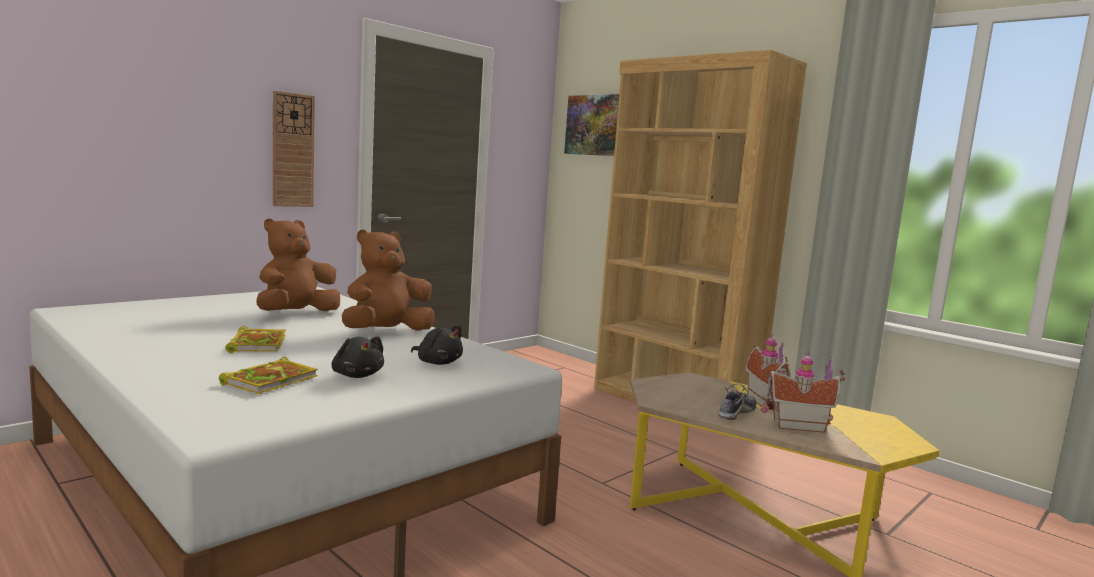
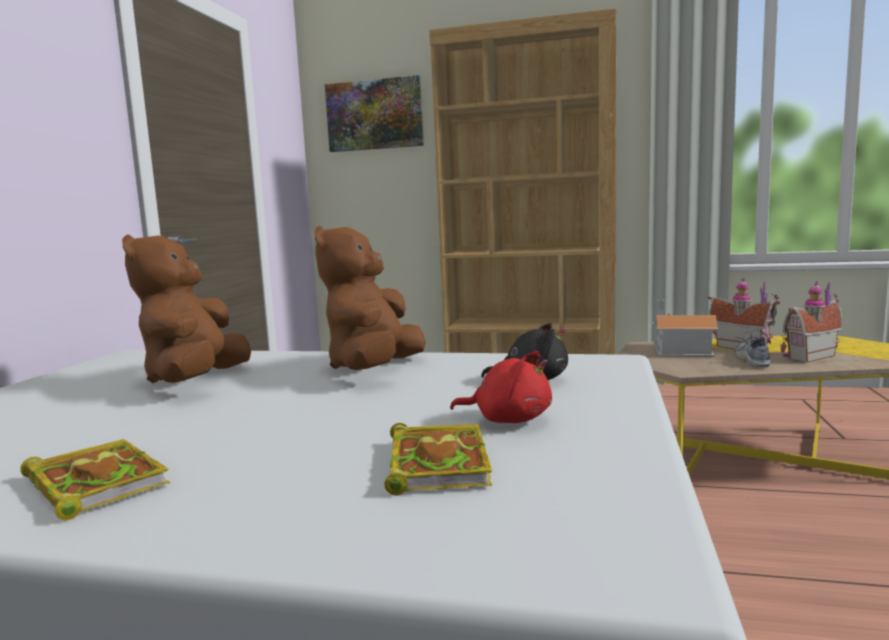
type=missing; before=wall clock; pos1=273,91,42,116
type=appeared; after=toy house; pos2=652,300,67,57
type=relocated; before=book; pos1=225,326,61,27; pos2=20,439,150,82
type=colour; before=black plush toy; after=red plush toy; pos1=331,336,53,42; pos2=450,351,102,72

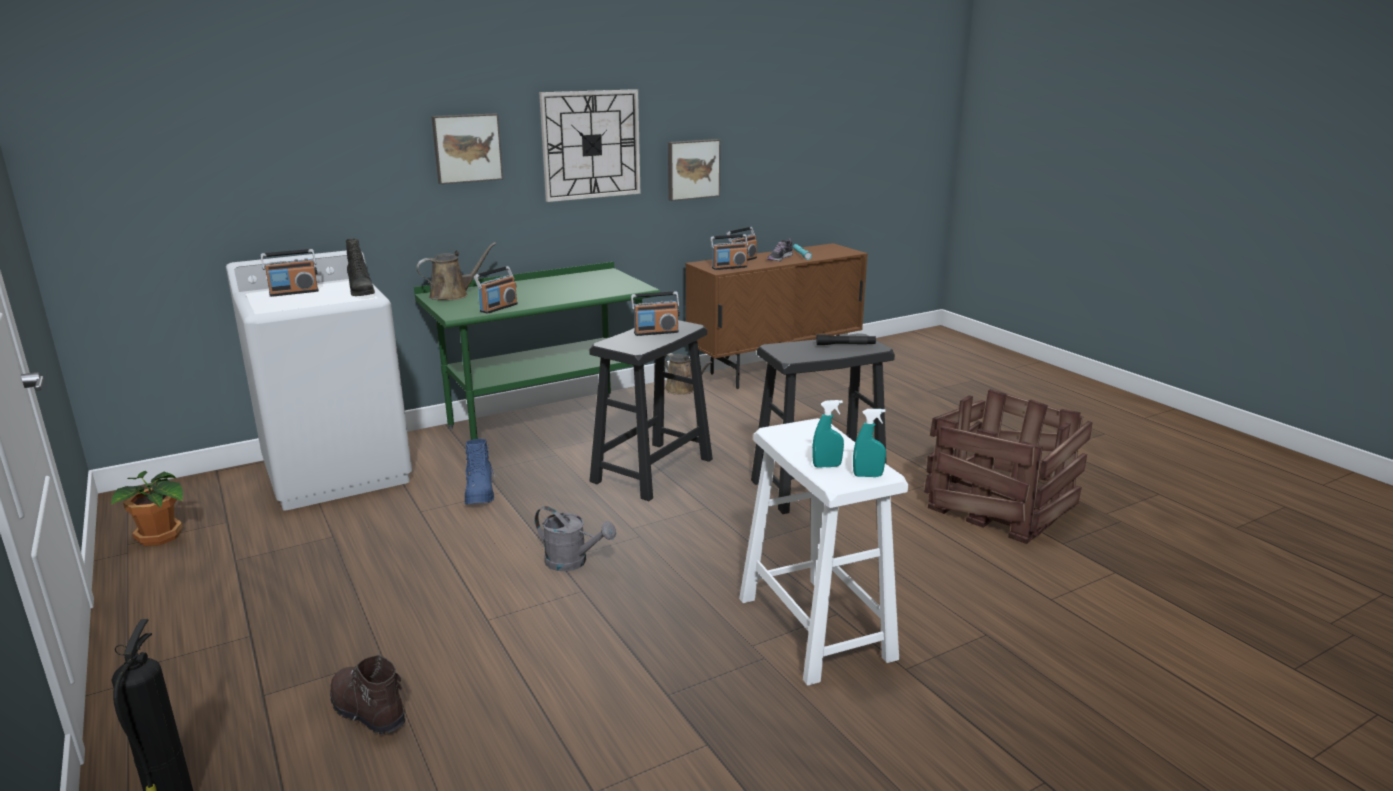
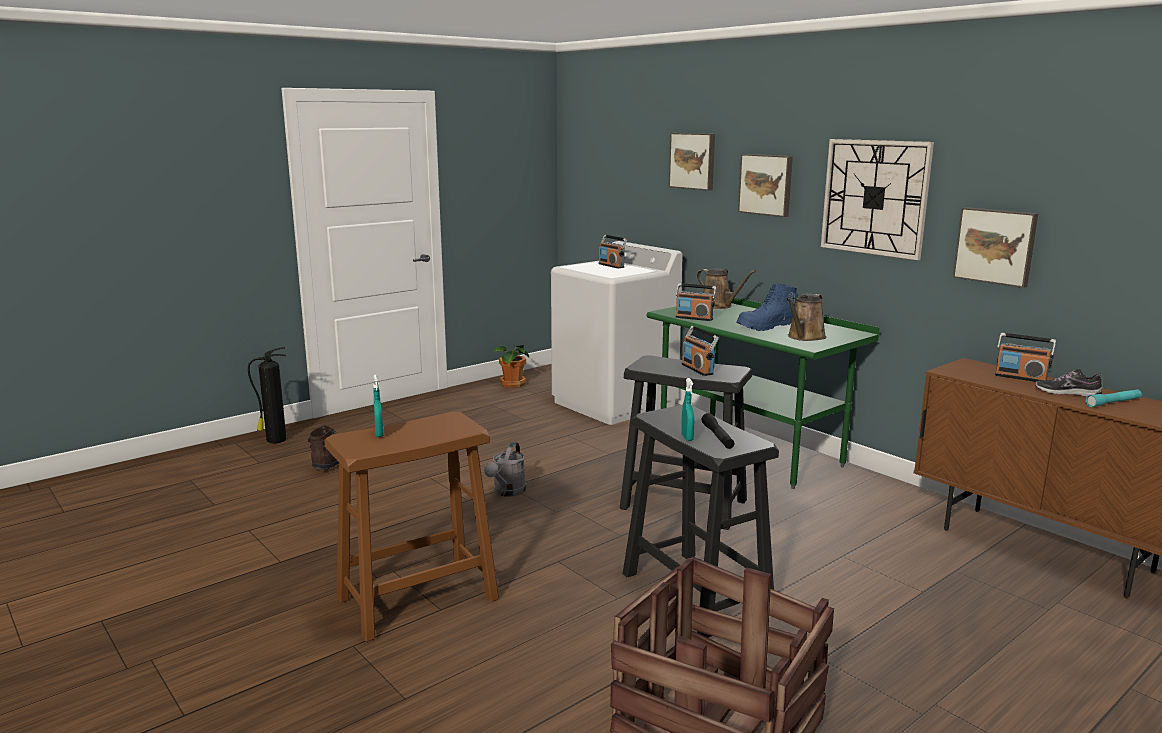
type=missing; before=black boot; pos1=346,239,29,57
type=missing; before=radio; pos1=710,234,39,36
type=appeared; after=picture; pos2=669,133,46,58
type=relocated; before=blue boot; pos1=465,439,30,65; pos2=736,283,62,48
type=relocated; before=brown watering can; pos1=665,353,47,42; pos2=786,294,40,47
type=relocated; before=turquoise spray bottle; pos1=853,409,33,68; pos2=681,378,13,63
type=colour; before=white stool; after=brown stool; pos1=739,418,169,268; pos2=324,412,175,230

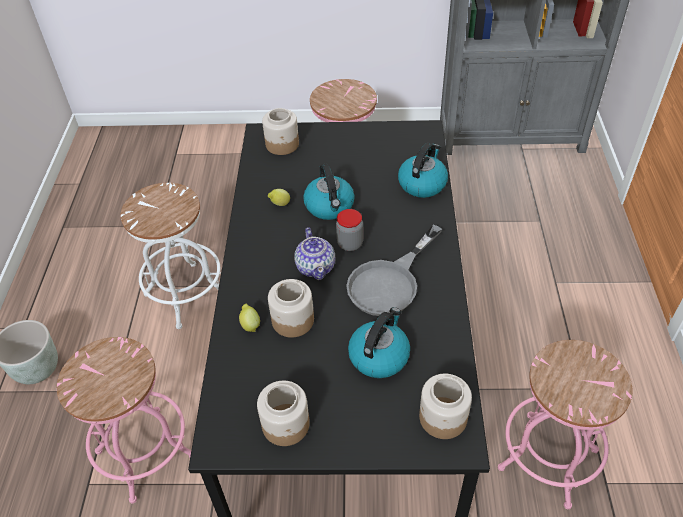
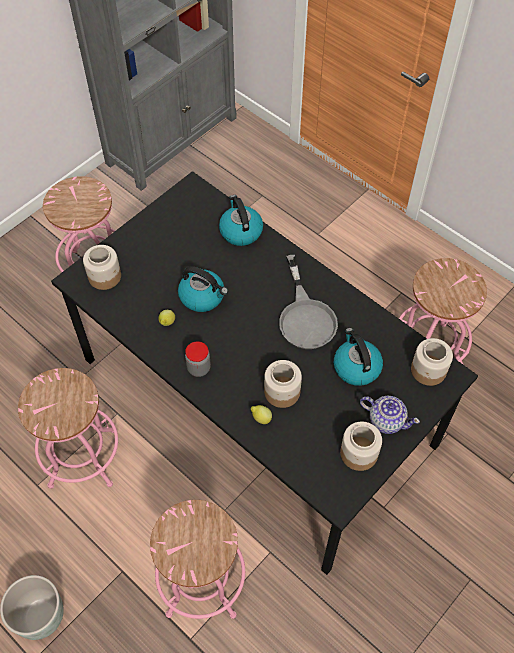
type=relocated; before=teapot; pos1=295,227,40,53; pos2=360,396,60,38
type=relocated; before=jar; pos1=336,209,27,42; pos2=185,341,26,36
type=colour; before=white stool; after=pink stool; pos1=121,183,100,146; pos2=18,368,100,121

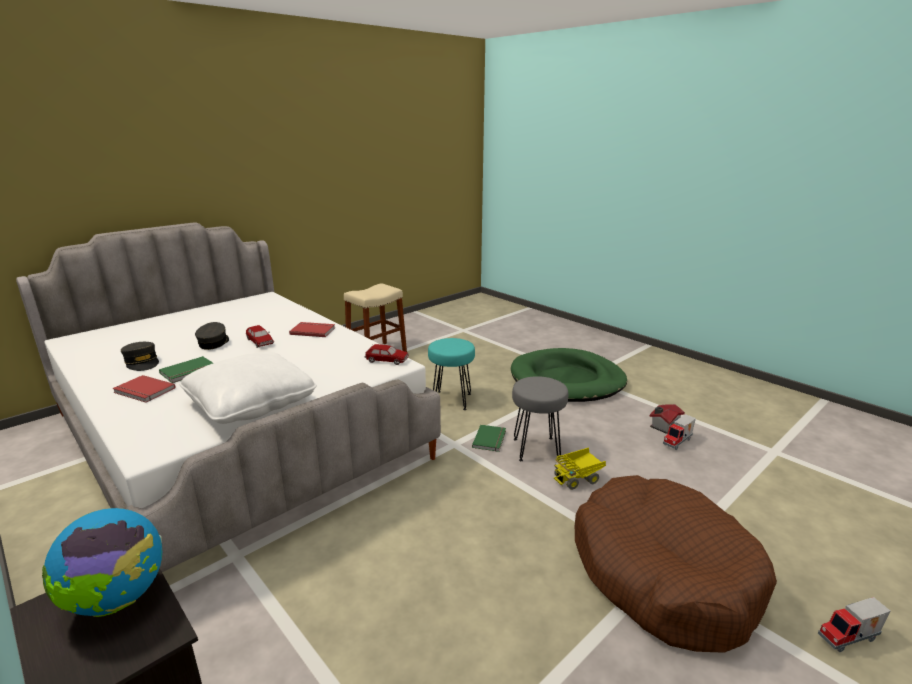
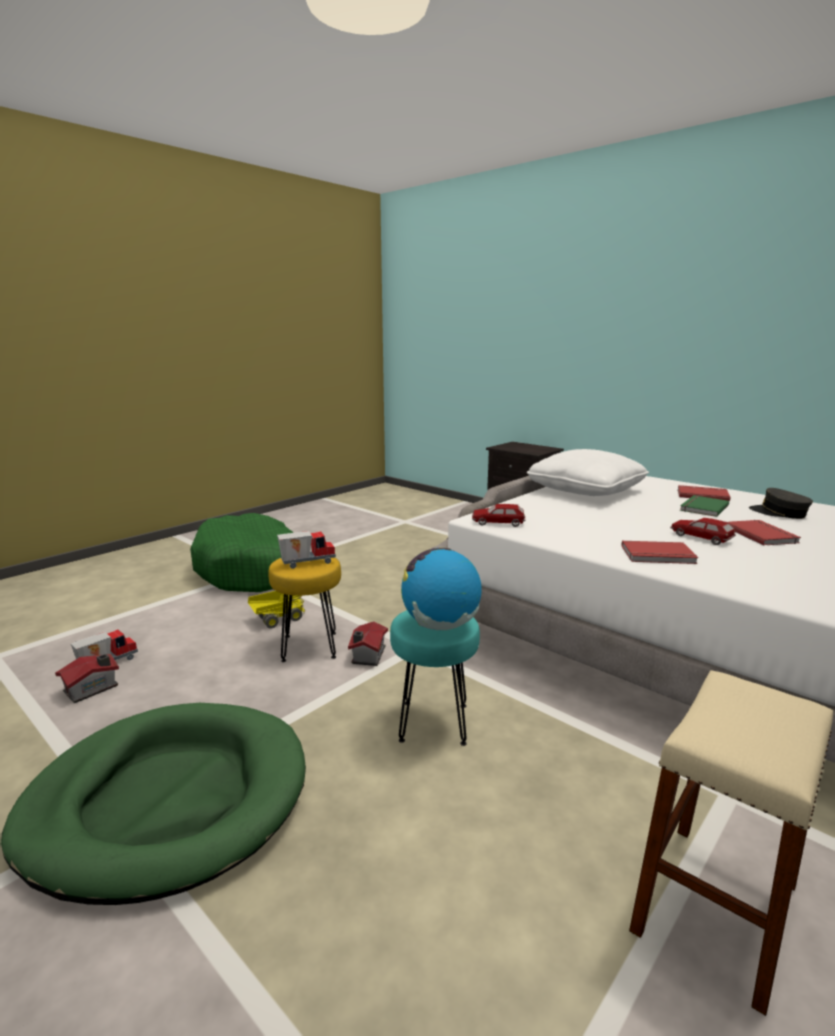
type=relocated; before=globe; pos1=42,508,120,109; pos2=401,548,81,82
type=relocated; before=toy truck; pos1=818,597,73,55; pos2=277,531,59,38
type=exchanged; before=grey cap; after=red book; pos1=195,322,34,28; pos2=727,520,74,25
type=exchanged; before=green book; after=toy house; pos1=472,425,34,27; pos2=348,621,40,45
type=colour; before=grey stool; after=yellow stool; pos1=512,376,56,85; pos2=268,557,73,105
type=colour; before=brown dog bed; after=green dog bed; pos1=575,475,202,178; pos2=190,513,104,79

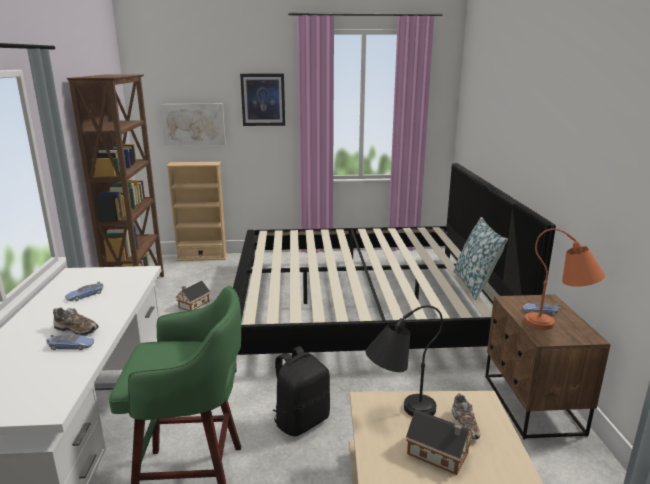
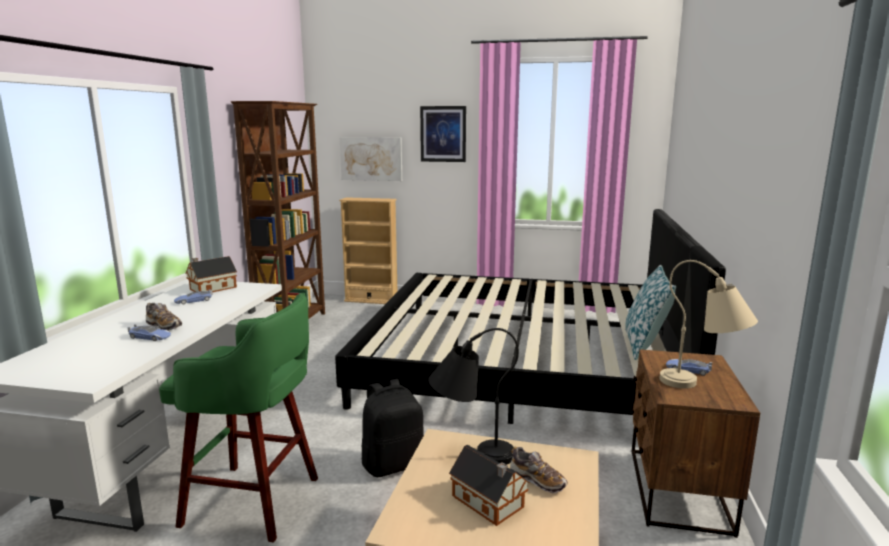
type=relocated; before=toy house; pos1=176,281,34,30; pos2=185,256,52,36
type=colour; before=orange table lamp; after=beige table lamp; pos1=524,228,81,102; pos2=659,260,99,129
type=spun; before=shoe; pos1=452,393,28,47; pos2=510,447,58,46; turn=-60

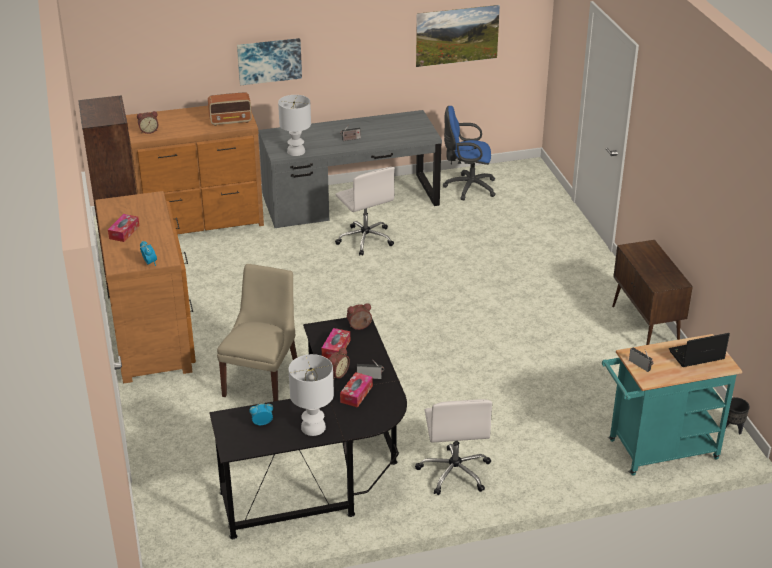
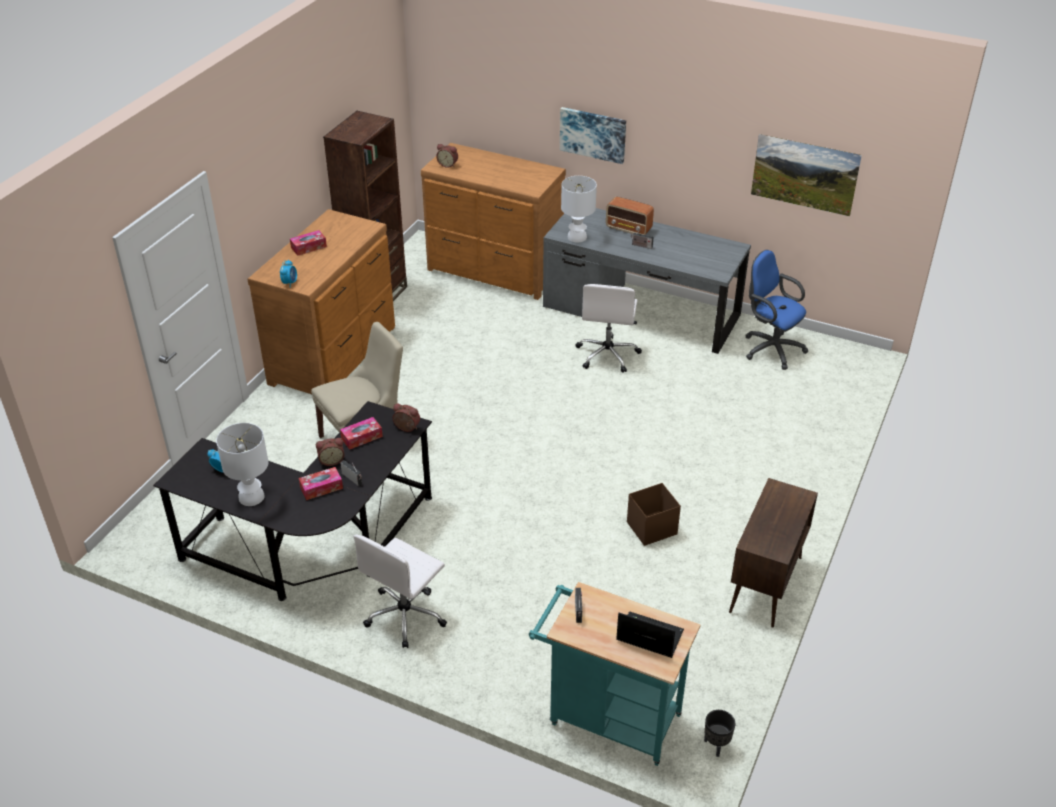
type=appeared; after=brown storage box; pos2=627,483,54,63
type=relocated; before=radio; pos1=208,92,44,34; pos2=606,197,48,38

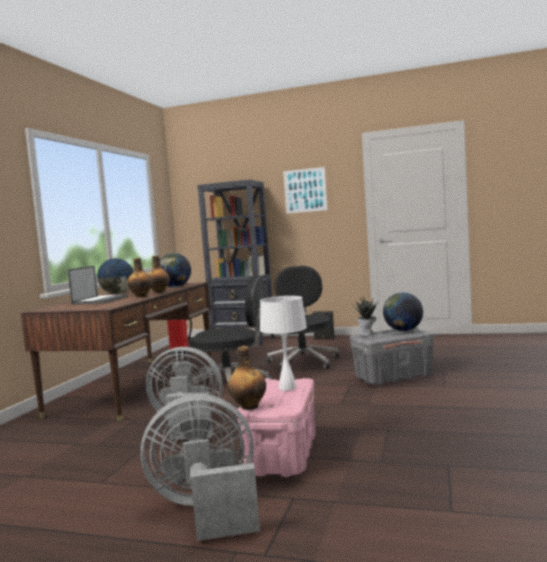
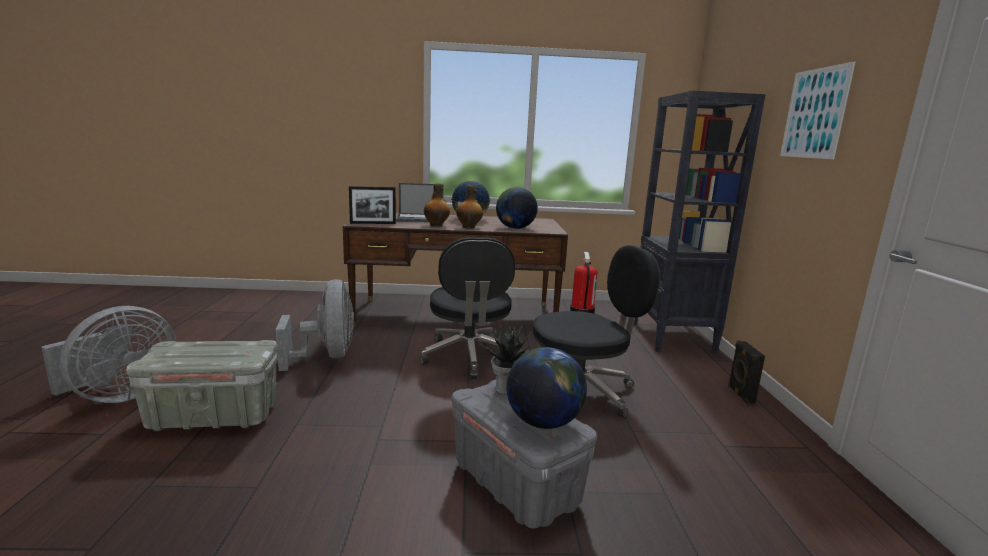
type=missing; before=bottle; pos1=228,346,38,64
type=missing; before=white table lamp; pos1=260,296,47,95
type=appeared; after=picture frame; pos2=349,186,47,38
type=colour; before=pink storage box; after=grey storage box; pos1=236,378,79,99; pos2=126,340,152,91
type=spun; before=grey fan; pos1=141,394,119,147; pos2=41,306,136,97; turn=60

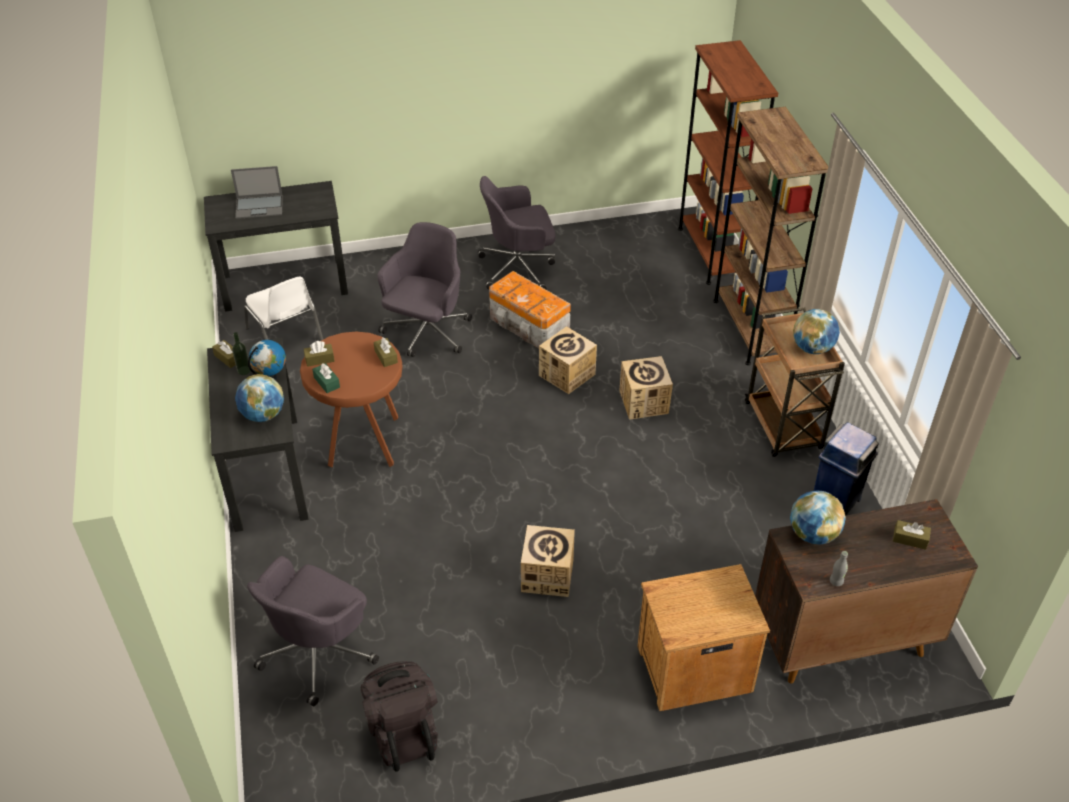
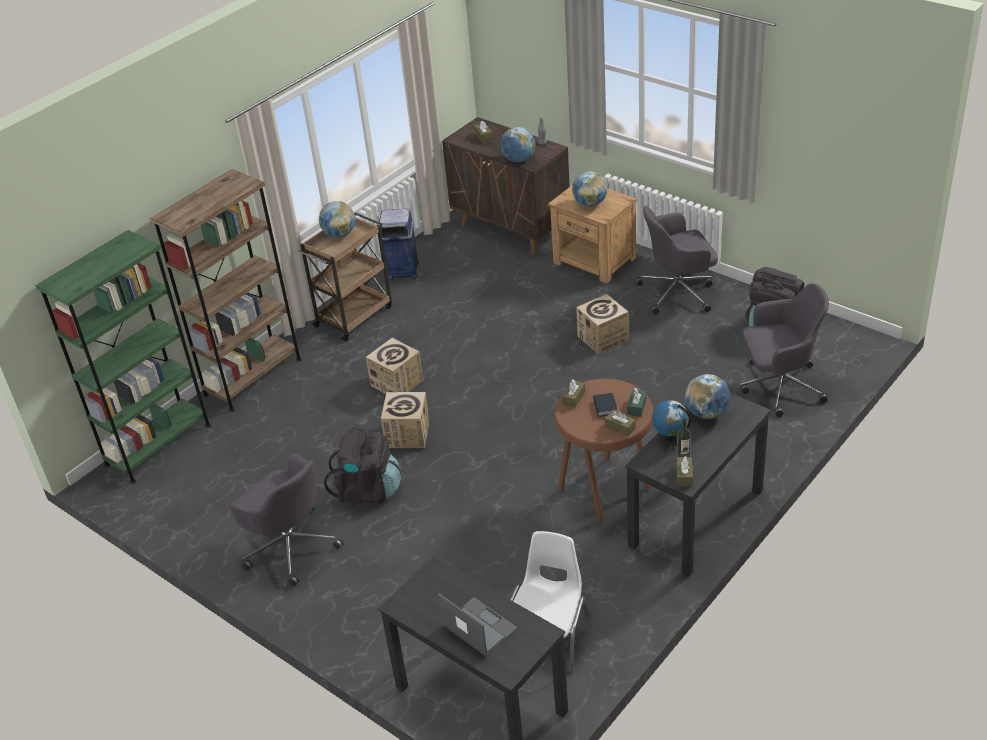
type=appeared; after=globe; pos2=572,171,35,36
type=appeared; after=book; pos2=593,393,24,24
type=relocated; before=grey office chair; pos1=377,222,95,135; pos2=635,206,83,108
type=exchanged; before=storage box; after=black backpack; pos1=489,271,82,77; pos2=324,426,78,77
type=colour; before=brown bookcase; after=green bookcase; pos1=678,40,100,245; pos2=35,230,176,254

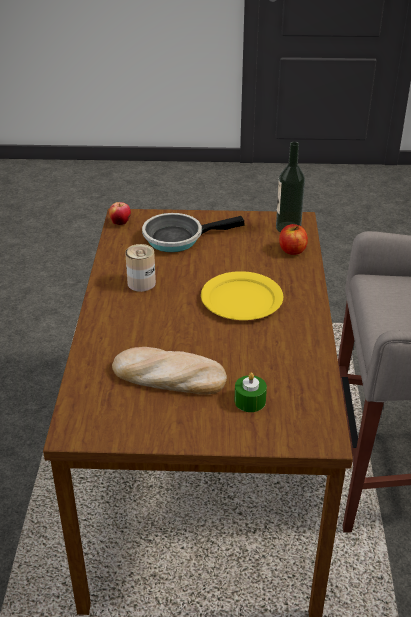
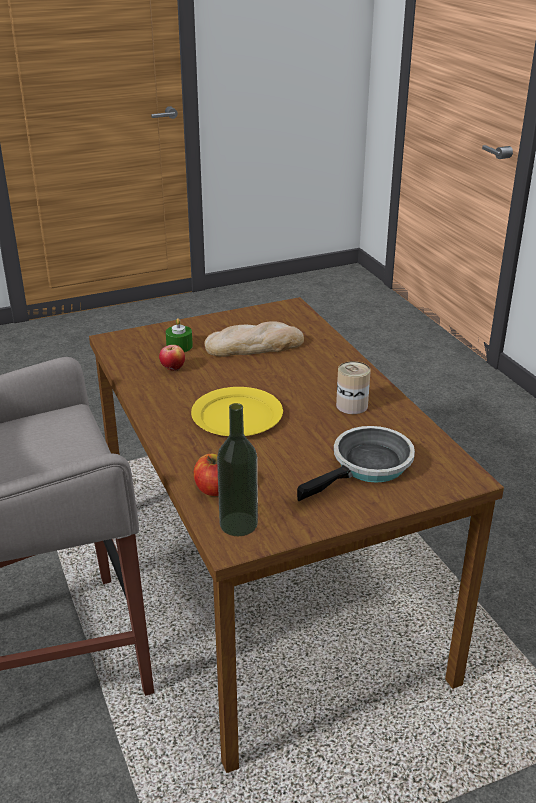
type=relocated; before=apple; pos1=109,202,22,23; pos2=159,345,26,26

